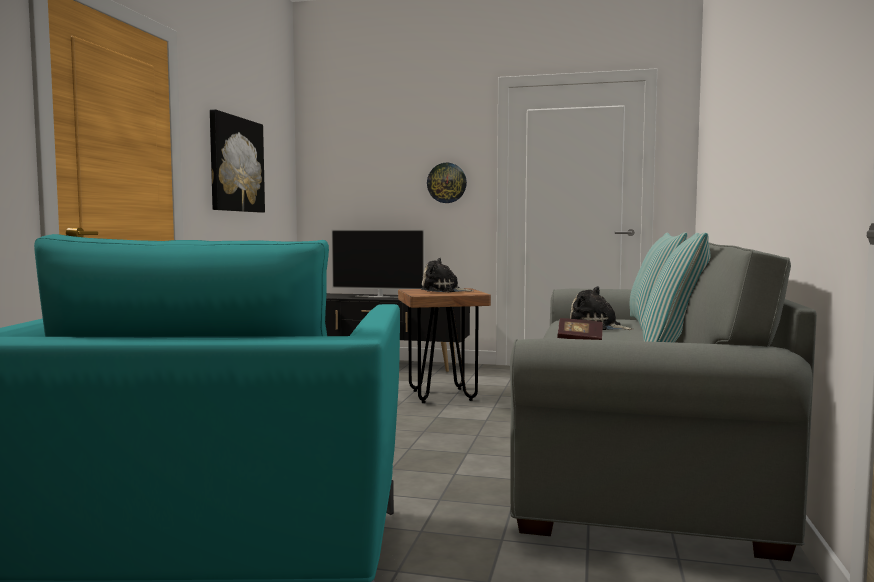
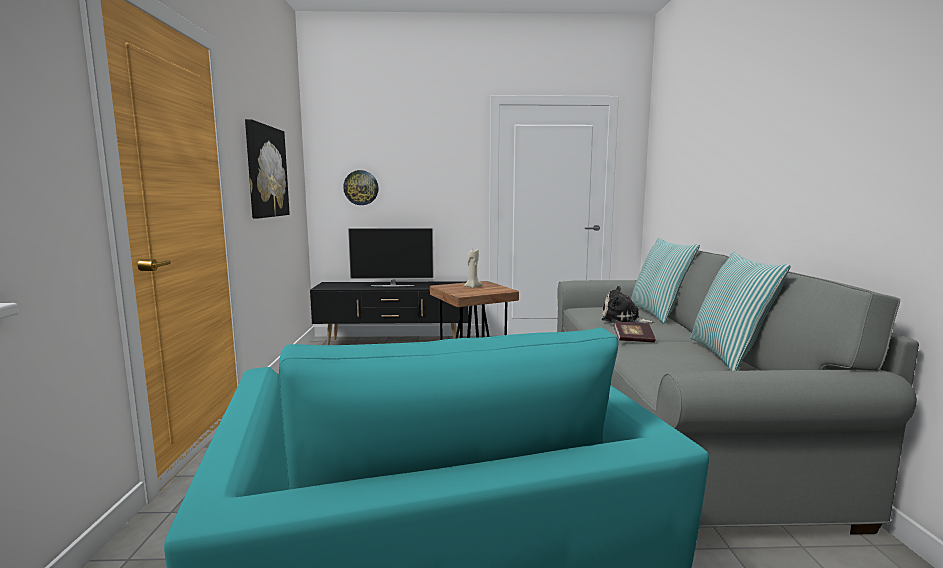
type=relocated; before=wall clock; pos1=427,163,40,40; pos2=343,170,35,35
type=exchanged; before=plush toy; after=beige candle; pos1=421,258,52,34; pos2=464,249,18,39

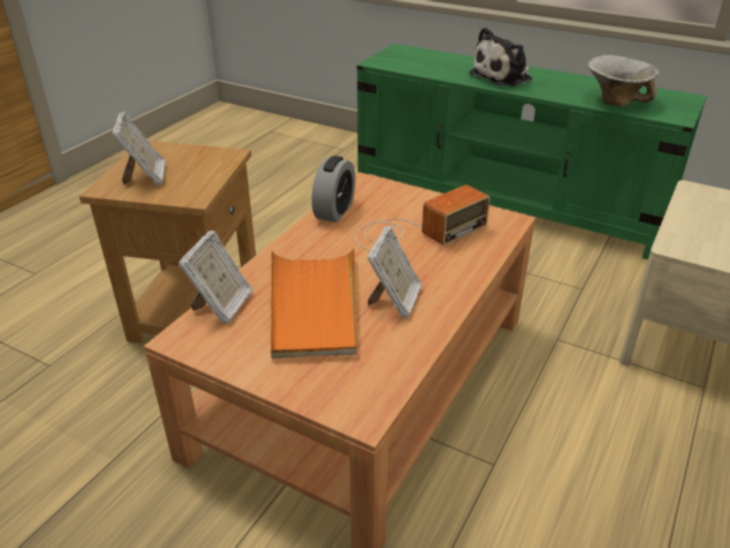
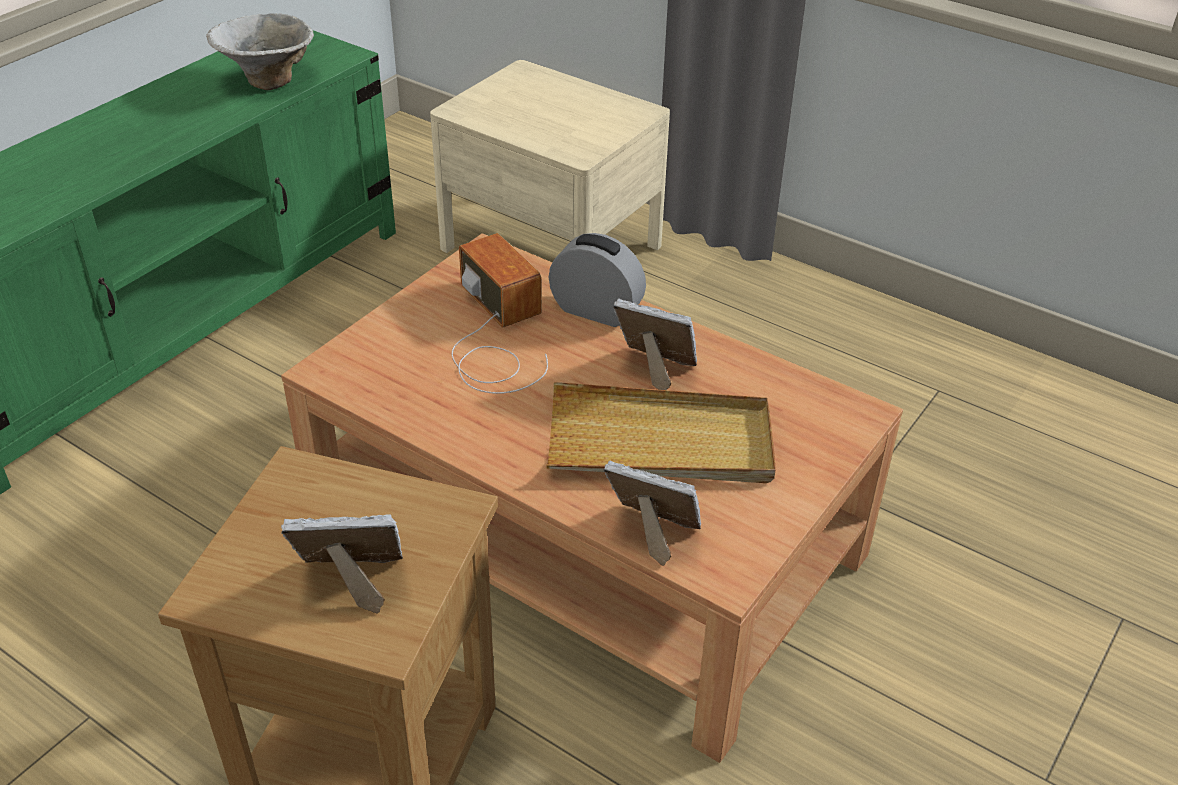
type=missing; before=plush toy; pos1=469,27,63,60
type=relocated; before=alarm clock; pos1=312,156,44,67; pos2=549,233,97,94
type=colour; before=orange tray; after=beige tray; pos1=270,247,87,111; pos2=546,382,230,101

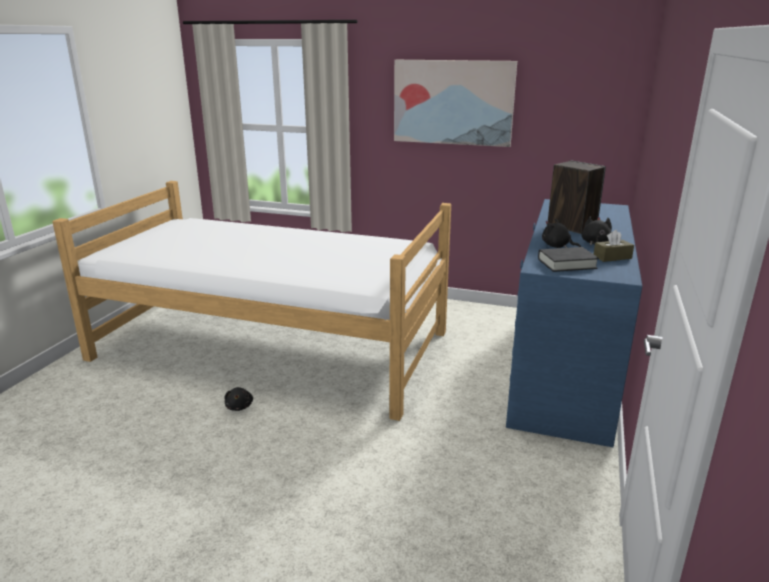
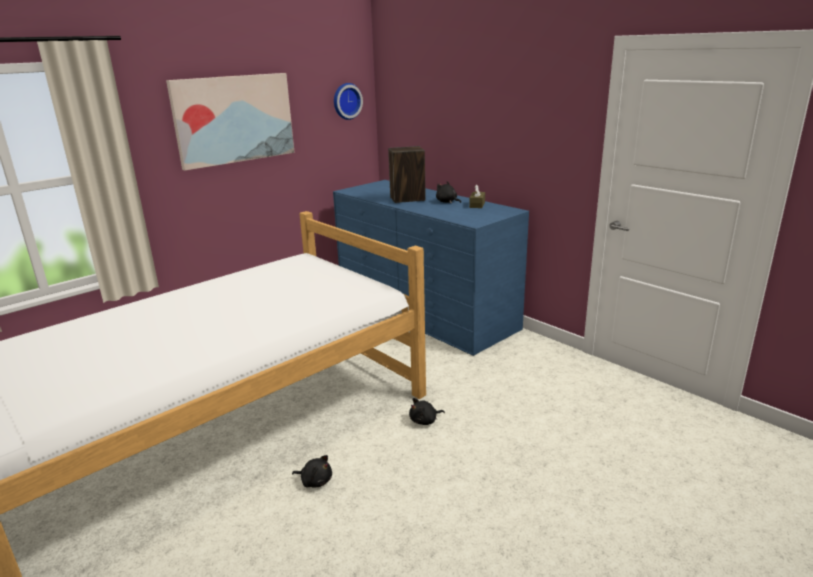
type=missing; before=black book; pos1=538,247,61,25
type=appeared; after=wall clock; pos2=334,83,29,37
type=relocated; before=black plush toy; pos1=542,218,39,30; pos2=409,398,36,27

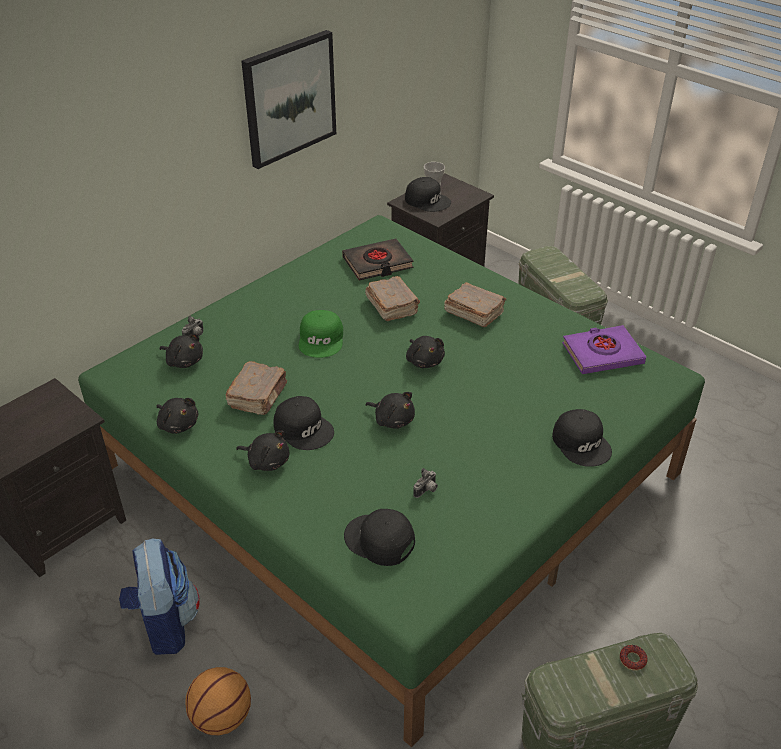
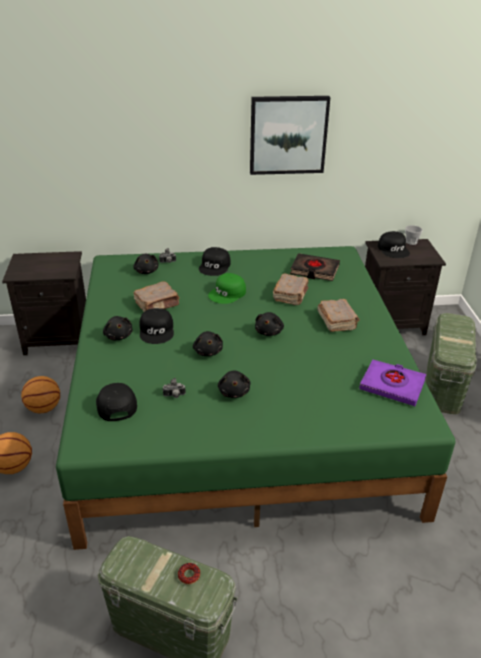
type=relocated; before=black plush toy; pos1=157,398,41,36; pos2=218,371,33,27
type=relocated; before=black cap; pos1=552,409,60,58; pos2=199,247,32,29
type=exchanged; before=backpack; after=basketball; pos1=119,538,81,117; pos2=21,376,39,38

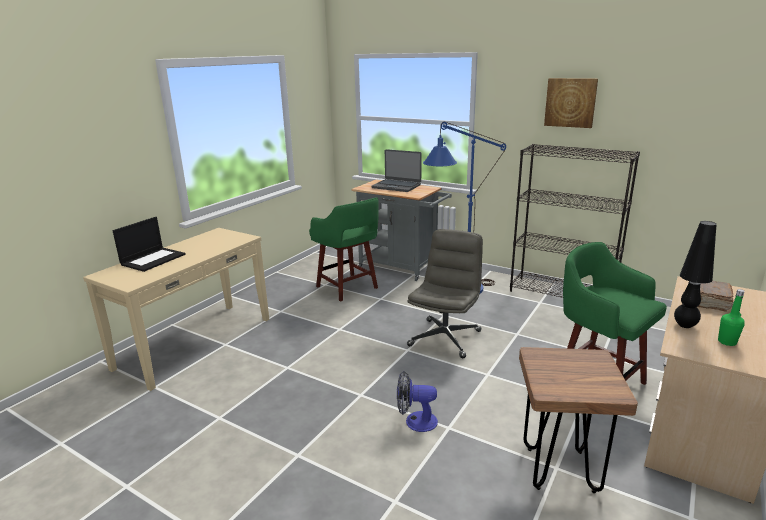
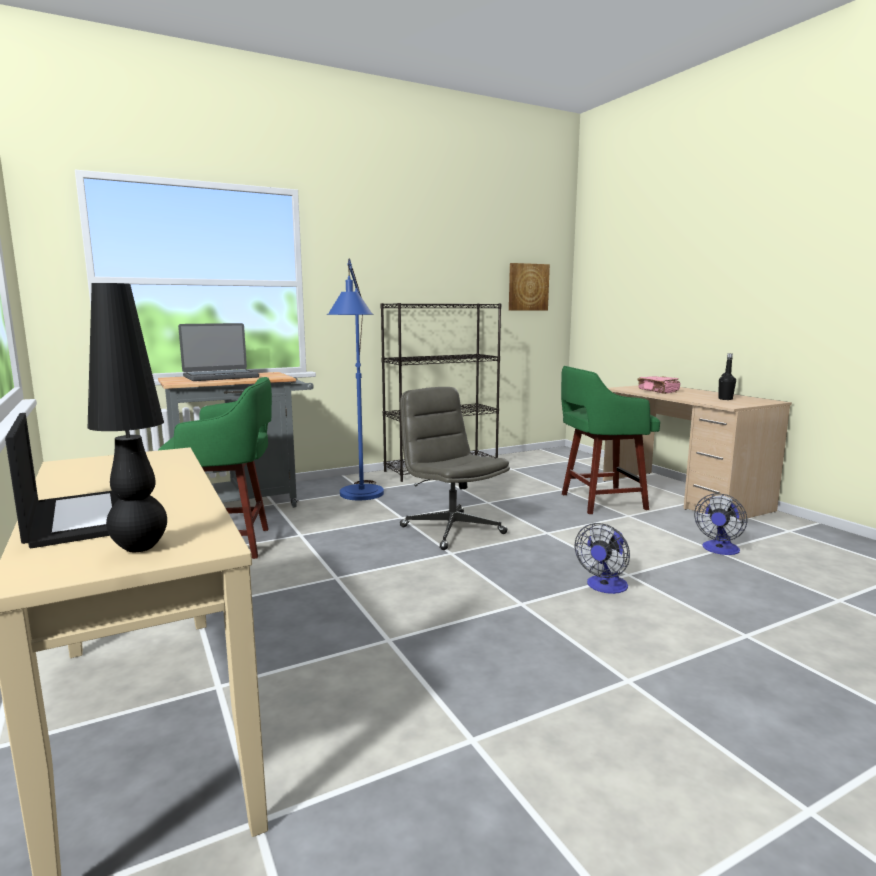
type=relocated; before=picture; pos1=544,78,54,50; pos2=509,263,41,48
type=relocated; before=black table lamp; pos1=674,221,43,107; pos2=87,283,80,269
type=exchanged; before=brown stool; after=fan; pos1=519,347,119,146; pos2=694,493,53,62
type=colour; before=brown book; after=pink book; pos1=698,281,36,31; pos2=637,376,43,18
type=colour; before=green bottle; after=black bottle; pos1=718,289,27,57; pos2=719,353,17,47

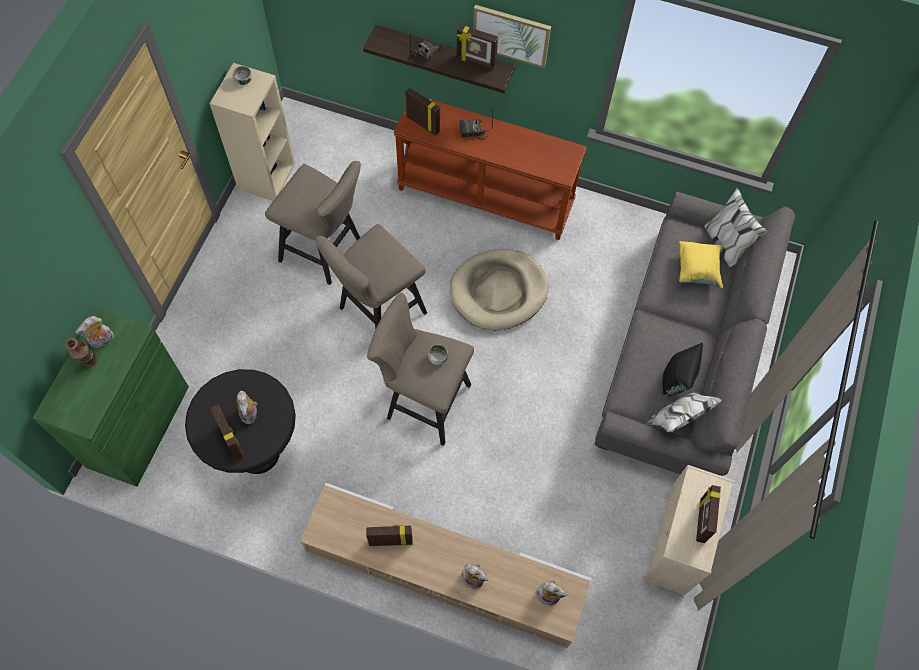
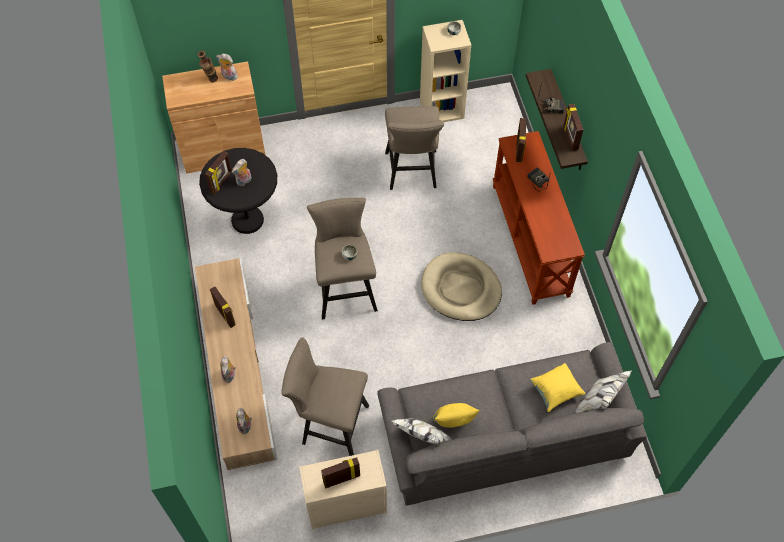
type=missing; before=picture; pos1=473,5,78,63
type=relocated; before=beige stool; pos1=315,224,112,106; pos2=281,337,88,119
type=colour; before=green cabinet; after=brown cabinet; pos1=33,308,156,179; pos2=162,61,103,112
type=colour; before=black pillow; after=yellow pillow; pos1=662,342,41,56; pos2=432,403,48,25

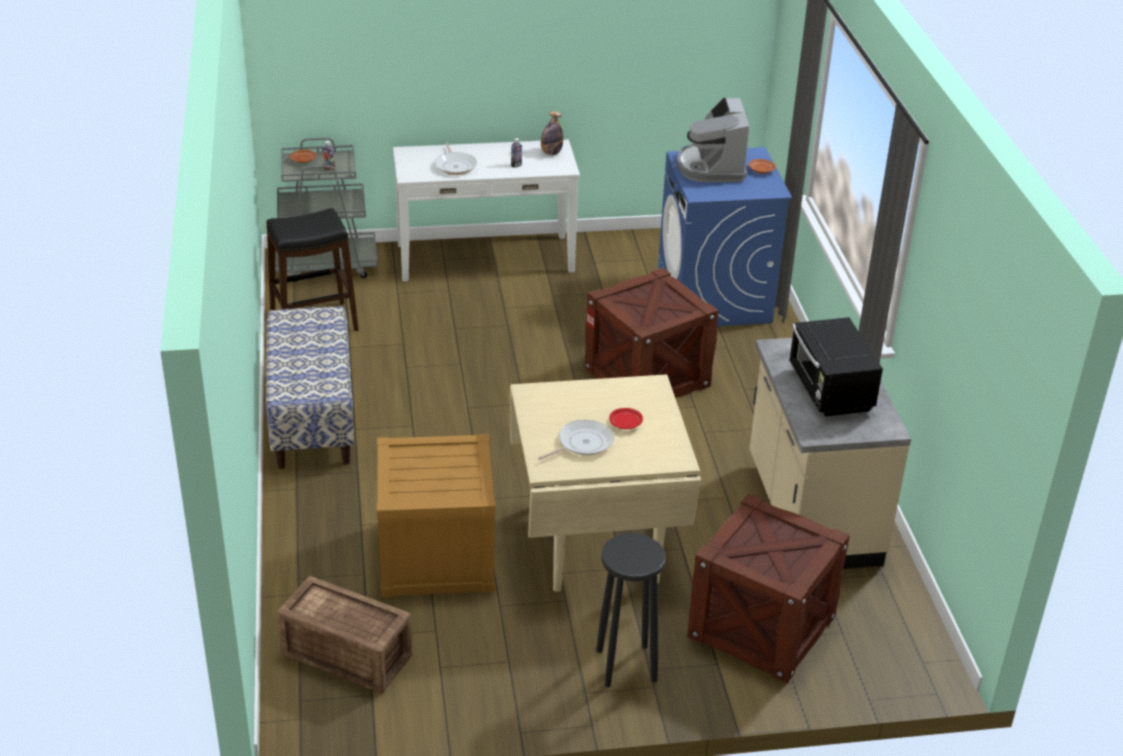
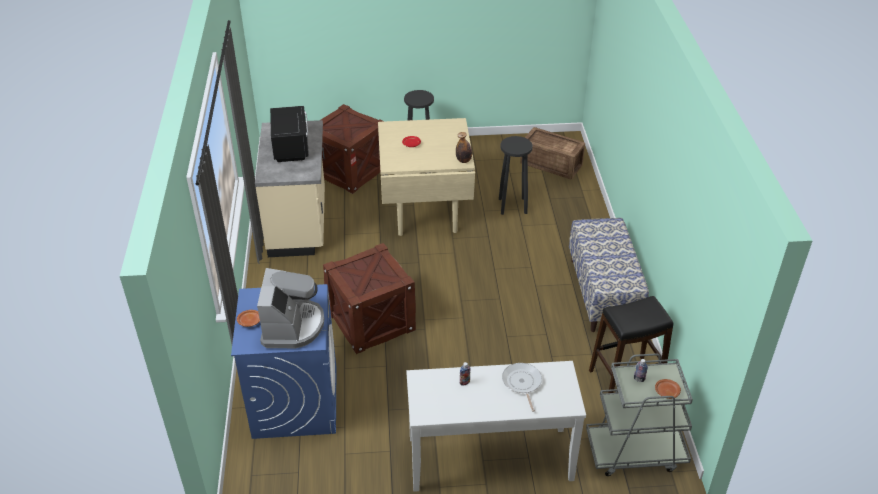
type=missing; before=frying pan; pos1=538,420,76,40
type=relocated; before=bottle; pos1=541,111,22,44; pos2=456,132,16,31
type=exchanged; before=crate; after=black stool; pos1=377,434,118,163; pos2=499,136,34,79

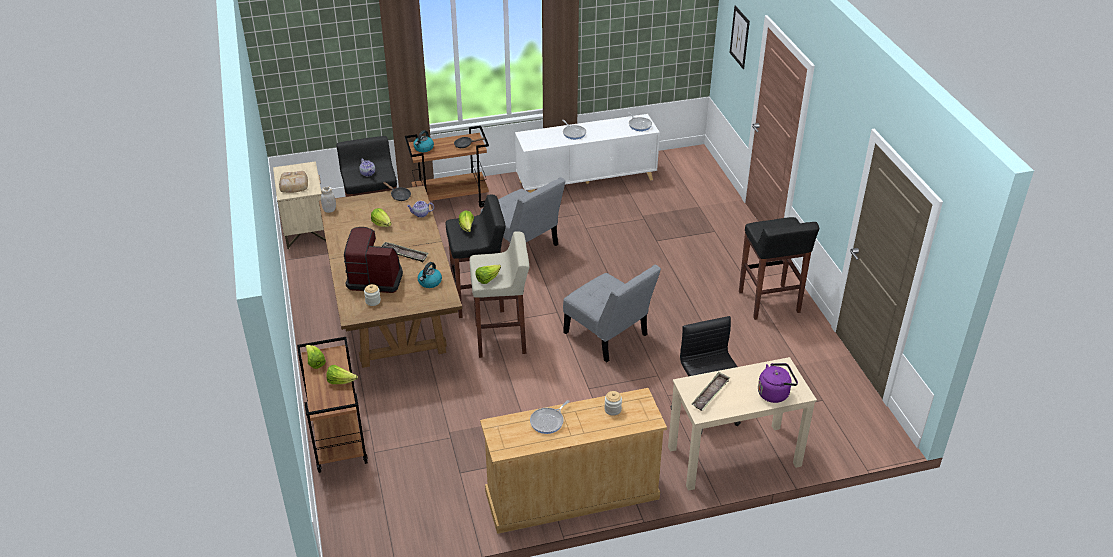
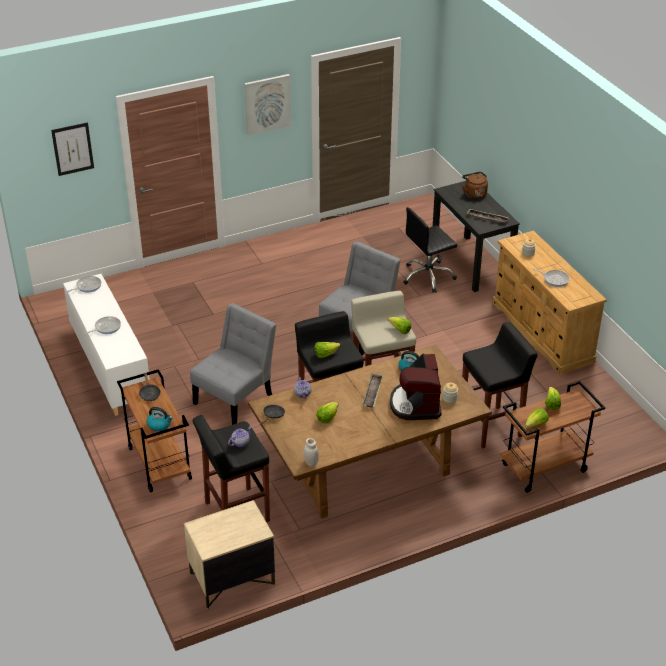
type=missing; before=bread; pos1=279,171,29,22
type=appeared; after=picture; pos2=244,74,47,61
type=relocated; before=black stool; pos1=739,217,80,103; pos2=462,322,76,127
type=colour; before=beige desk; after=black desk; pos1=668,357,149,134; pos2=433,181,87,111
type=colour; before=purple kettle; after=brown kettle; pos1=758,363,40,40; pos2=462,172,26,27

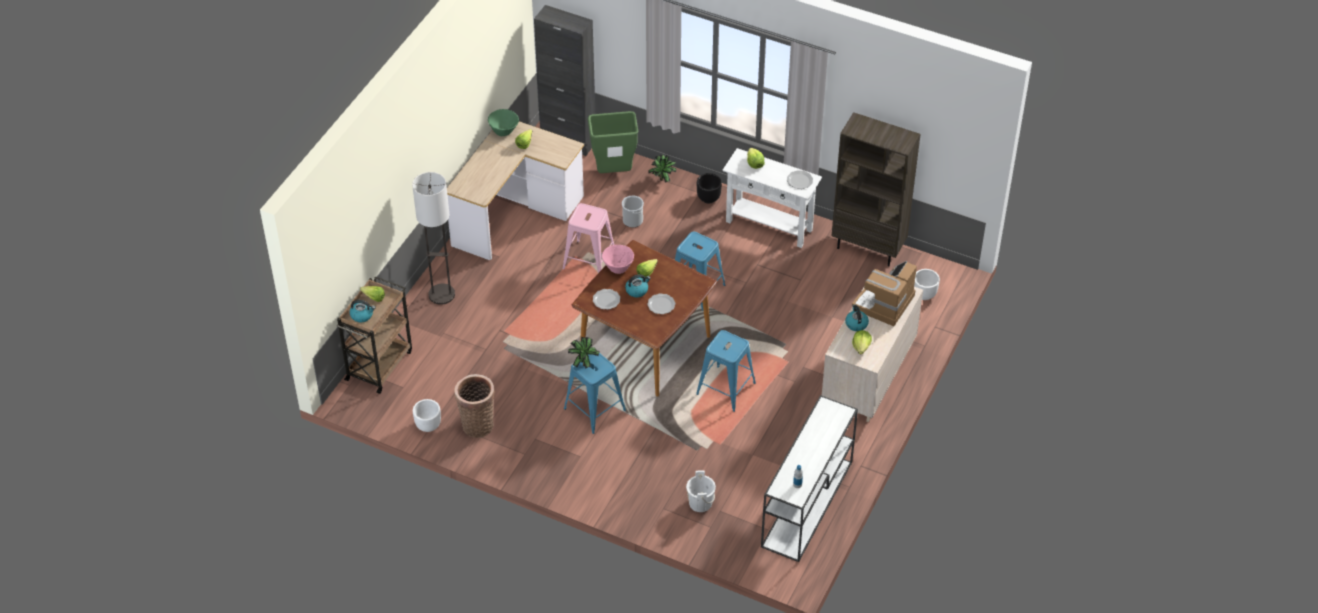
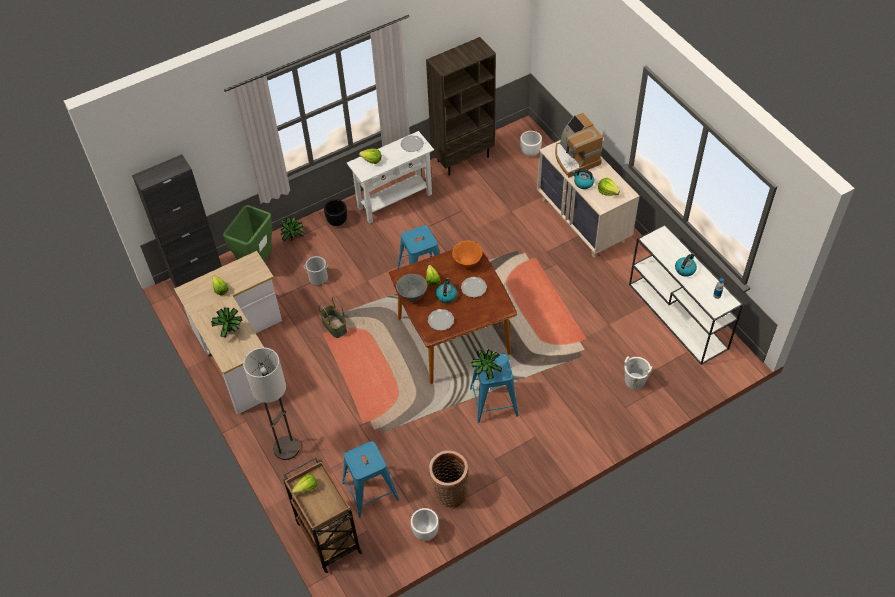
type=missing; before=green bowl; pos1=488,109,31,27
type=appeared; after=potted plant; pos2=211,307,31,31
type=appeared; after=orange bowl; pos2=452,241,31,27
type=relocated; before=kettle; pos1=350,300,26,22; pos2=675,253,22,23
type=relocated; before=blue stool; pos1=696,330,60,82; pos2=342,441,57,77
type=exchanged; before=pink stool; after=basket; pos1=562,203,52,70; pos2=319,297,28,41
type=colour; before=pink bowl; after=grey bowl; pos1=602,245,32,29; pos2=396,274,31,28

